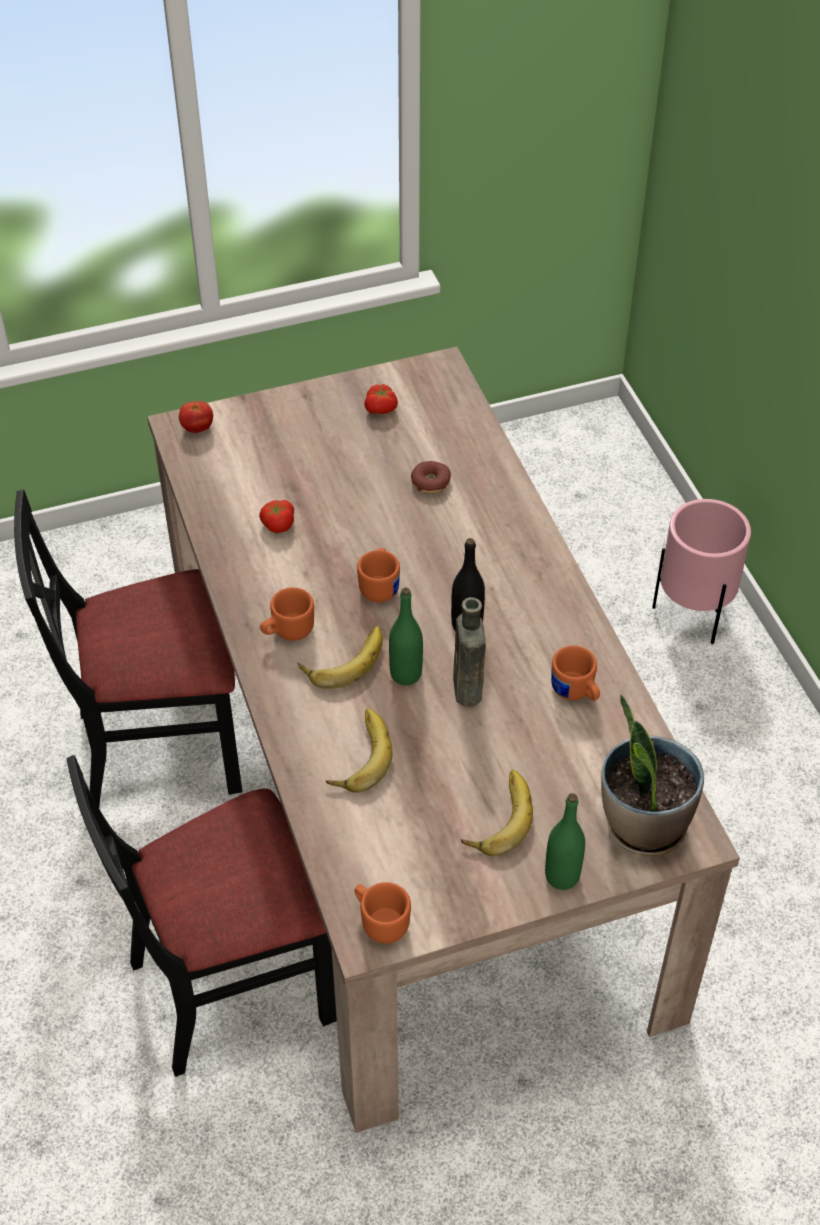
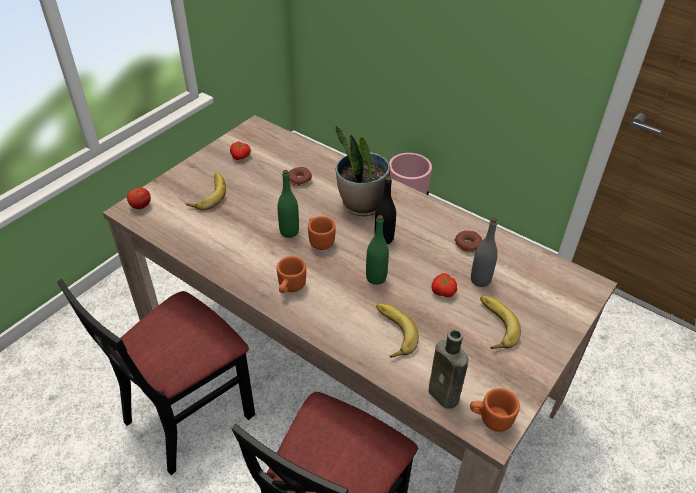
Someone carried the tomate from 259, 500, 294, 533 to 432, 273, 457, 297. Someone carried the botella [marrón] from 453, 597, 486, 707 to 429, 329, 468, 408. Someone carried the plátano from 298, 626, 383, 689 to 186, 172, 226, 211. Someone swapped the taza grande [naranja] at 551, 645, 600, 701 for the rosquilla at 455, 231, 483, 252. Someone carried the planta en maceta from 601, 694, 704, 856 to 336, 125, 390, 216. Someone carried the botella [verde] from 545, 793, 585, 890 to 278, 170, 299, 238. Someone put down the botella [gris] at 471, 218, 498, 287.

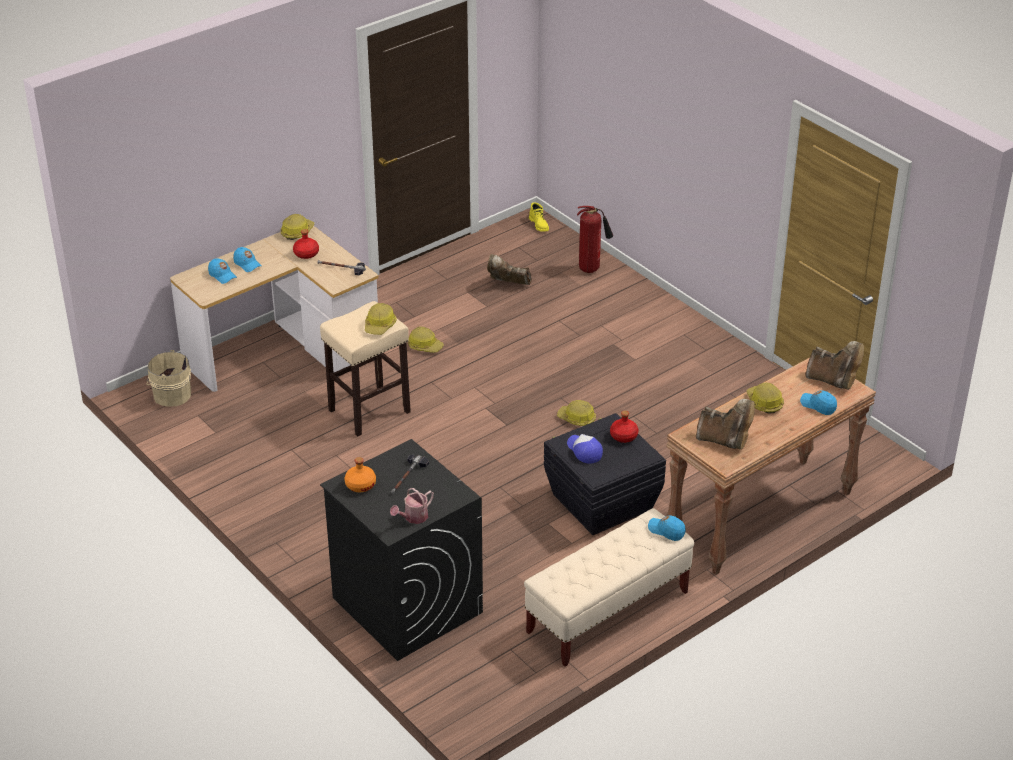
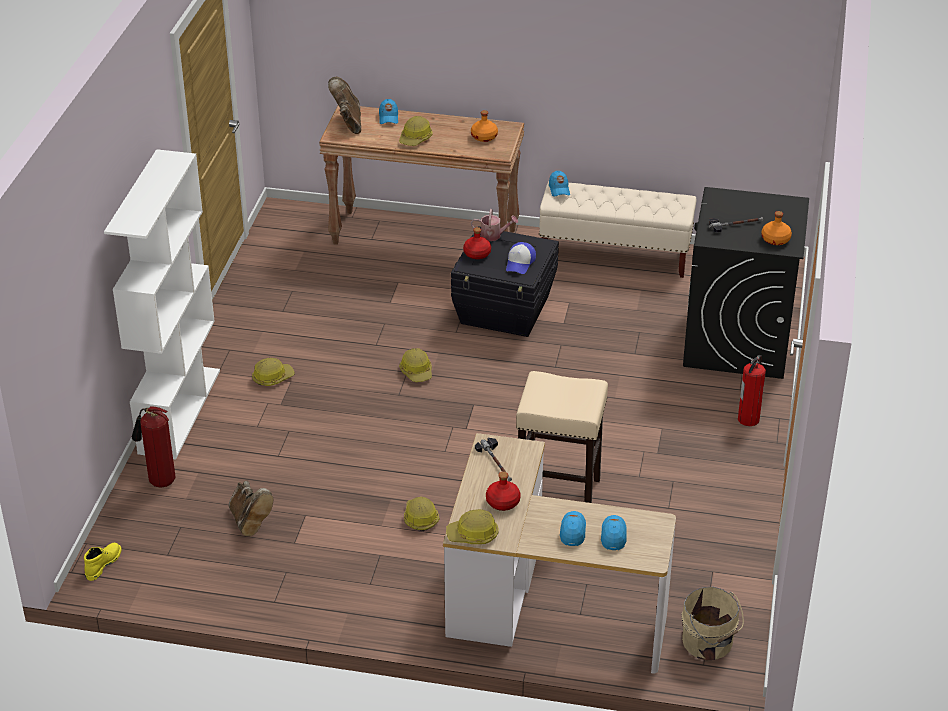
Someone carried the casco from 365, 303, 397, 335 to 252, 358, 295, 386. Someone swapped the bota [marrón] at 696, 399, 755, 450 for the botella [naranja] at 471, 110, 498, 142. Someone carried the regadera from 390, 488, 434, 524 to 471, 209, 518, 241. Someone put down the estantería [blanco] at 104, 149, 220, 460. Someone put down the extintor at 738, 355, 766, 426.

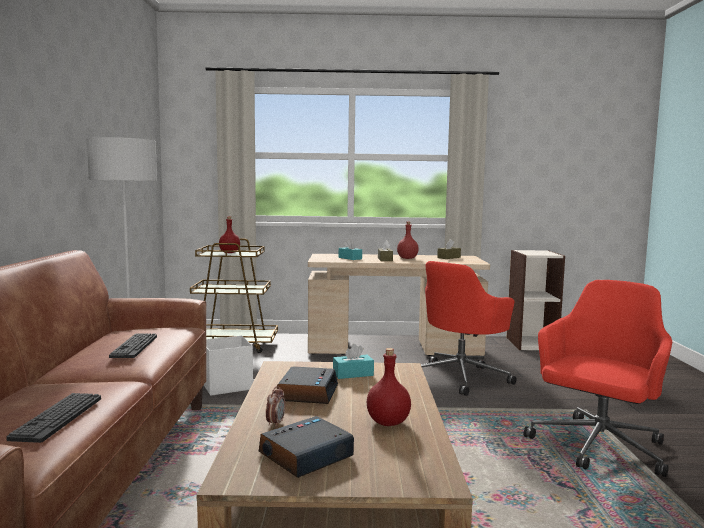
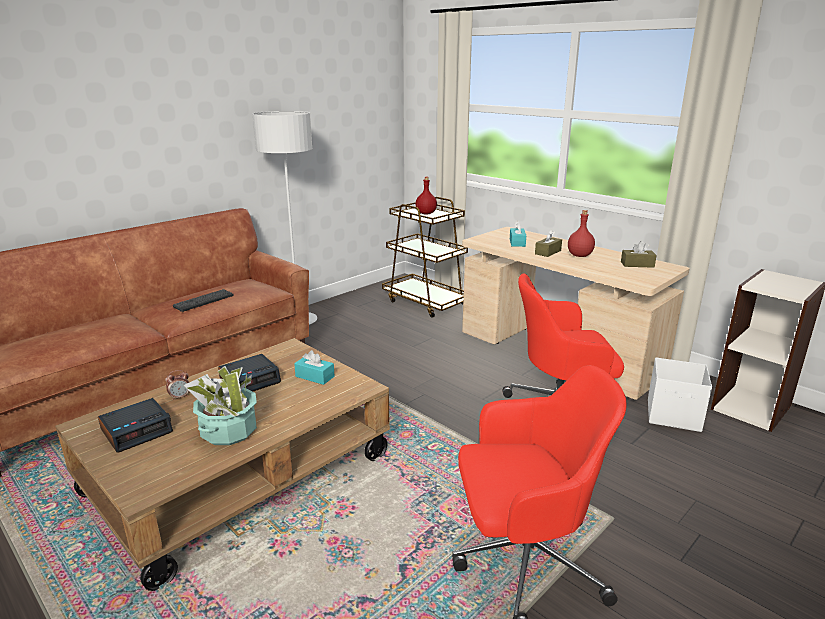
Someone carried the caja de almacenaje [blanco] from 204, 336, 253, 396 to 648, 357, 712, 432. Someone swapped the botella [rojo] at 367, 348, 411, 426 for the planta en maceta at 183, 366, 257, 445. Someone took away the teclado at 6, 393, 101, 443. Someone rotated the despertador at 259, 416, 354, 478 by 135 degrees clockwise.

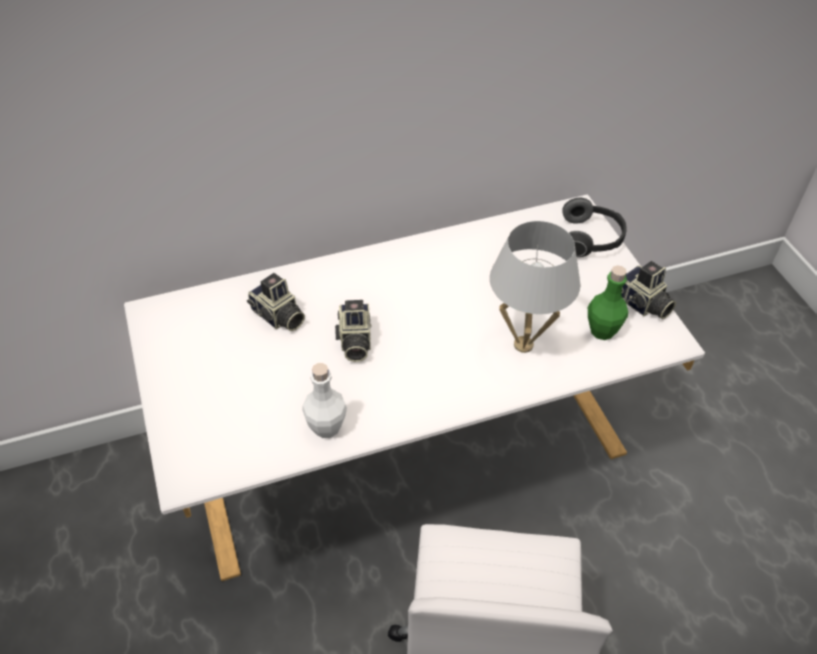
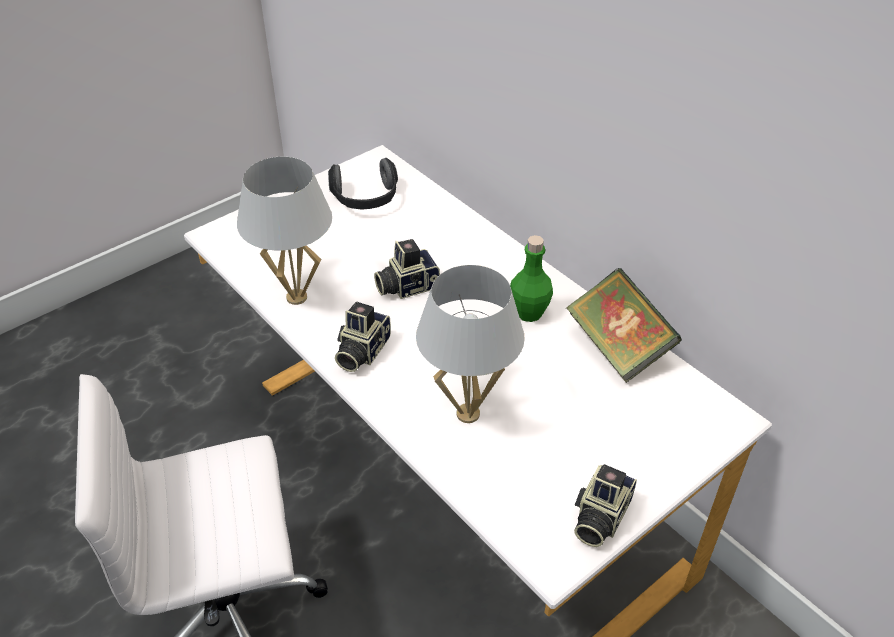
Someone carried the auriculares from 562, 198, 627, 257 to 328, 158, 398, 209. Someone carried the botella [verde] from 588, 265, 628, 340 to 510, 235, 553, 322. Someone carried the cámara from 247, 273, 305, 331 to 335, 302, 391, 372. Someone swapped the botella [blanco] at 302, 363, 347, 438 for the lámpara de mesa [blanco] at 237, 157, 332, 305. Someone put down the libro at 566, 268, 682, 383.

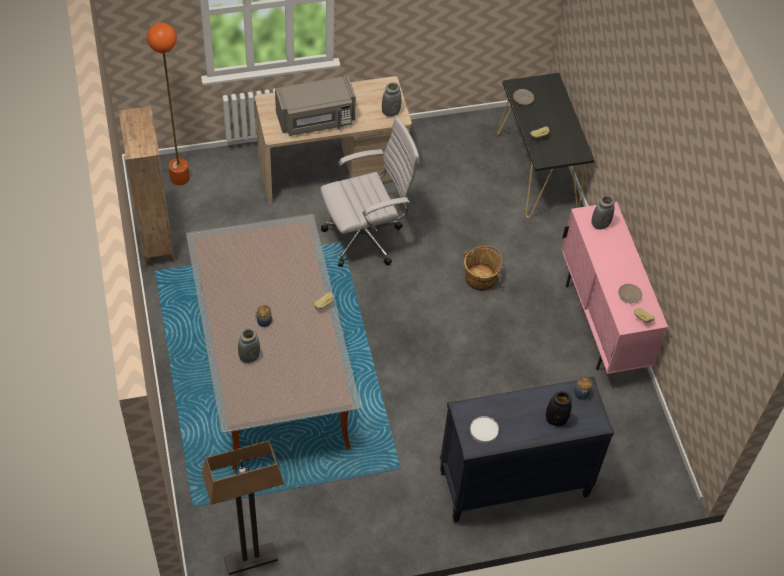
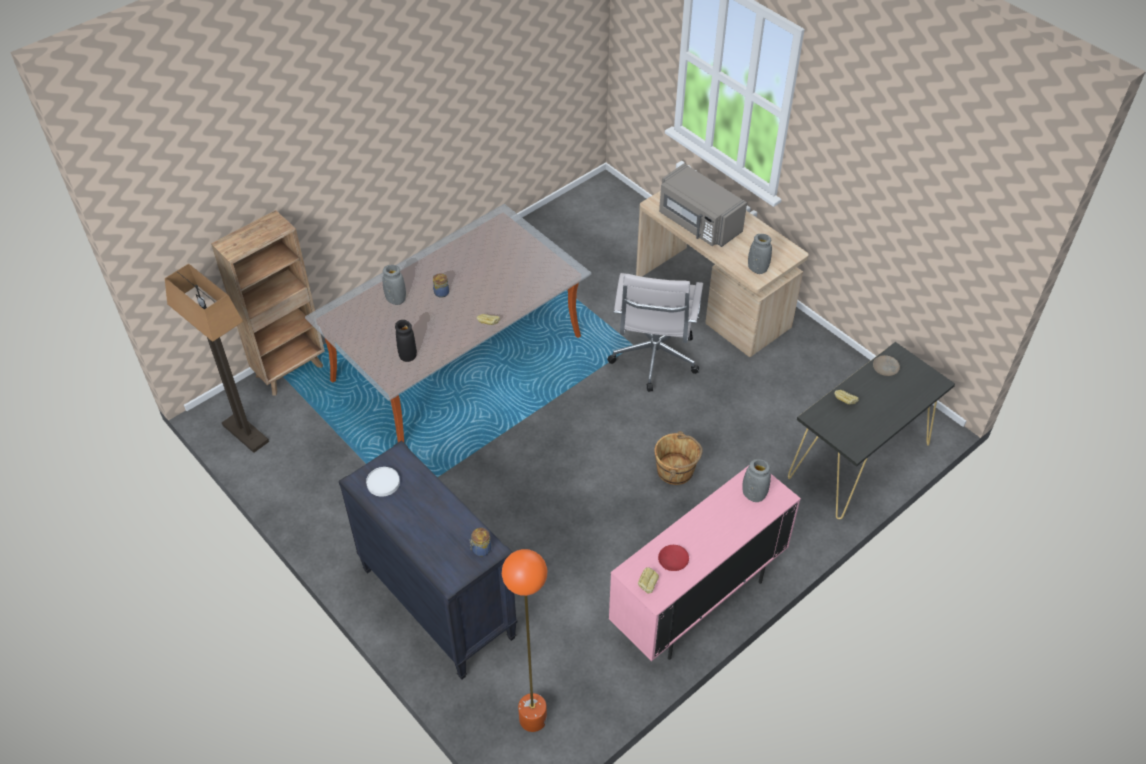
Someone carried the lámpara de pie [naranja] from 147, 23, 190, 185 to 502, 549, 548, 732. Someone carried the estantería [marrón] from 119, 106, 176, 266 to 211, 210, 325, 396. Someone rotated the silla de oficina [blanco] at 320, 117, 420, 267 by 60 degrees clockwise. Someone repainted the plato [beis] at 618, 284, 642, 303, which became the plato [rojo] at 658, 545, 689, 571. Someone carried the florero [negro] from 546, 391, 572, 426 to 395, 320, 417, 362.

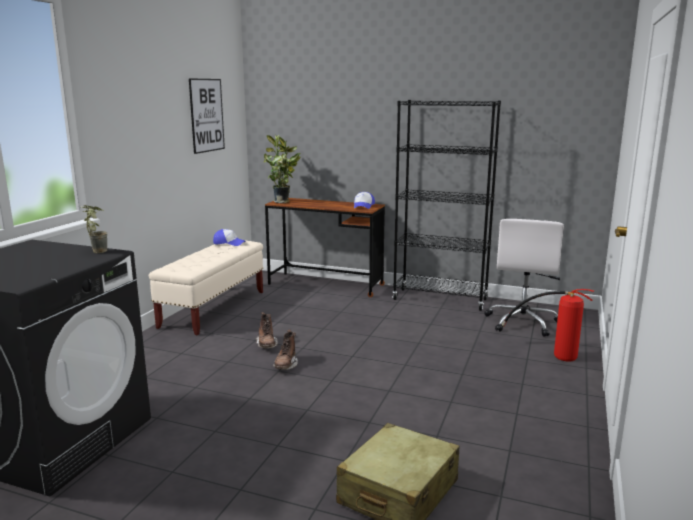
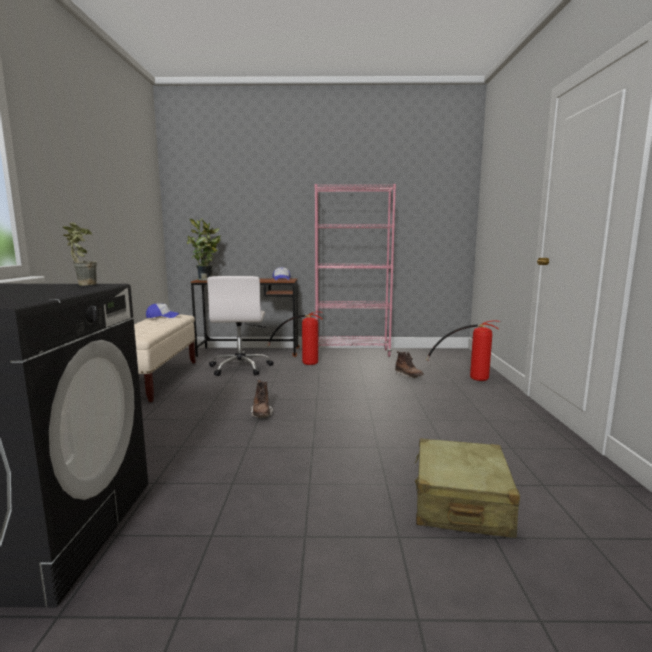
Someone took away the cuadro at 189, 78, 225, 154. Someone repainted the estantería [negro] at 392, 100, 501, 311, which became the estantería [rosa] at 315, 184, 396, 357. Someone carried the silla de oficina [blanco] from 484, 219, 564, 337 to 207, 276, 274, 376. Someone carried the bota [marrón] from 255, 312, 278, 349 to 395, 351, 424, 378. Someone put down the extintor at 267, 311, 323, 365.

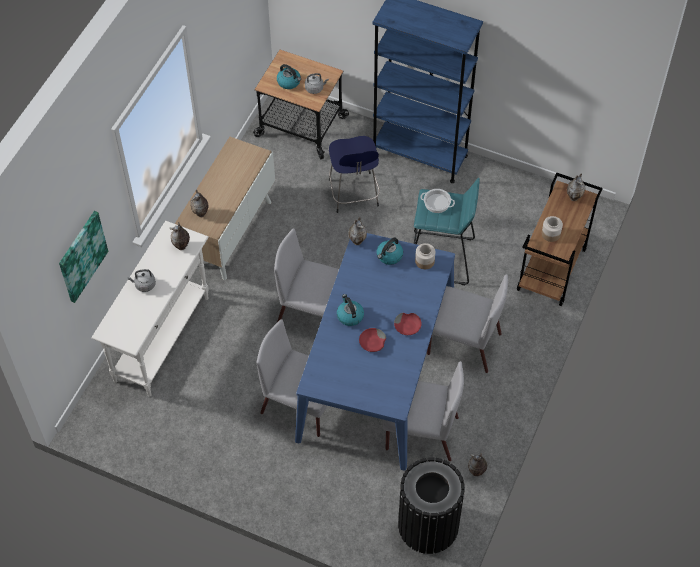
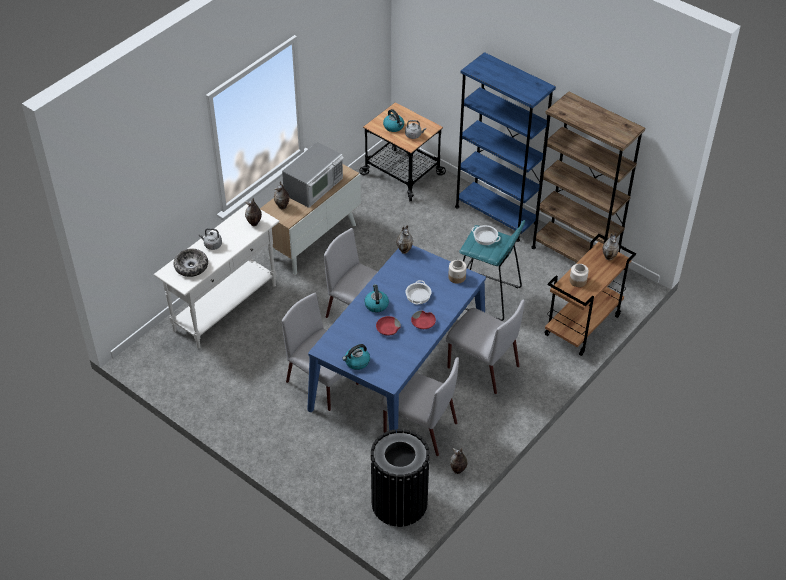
Someone took away the taburete [azul] at 329, 136, 380, 213. Someone took away the cuadro at 59, 211, 108, 303. Someone carried the hervidor from 377, 238, 403, 265 to 342, 344, 370, 370. Someone put down the estantería [marrón] at 531, 92, 645, 263. Someone put down the microondas at 282, 142, 344, 208. Someone put down the cuenco at 173, 249, 208, 277. Someone put down the olla at 406, 280, 431, 304.

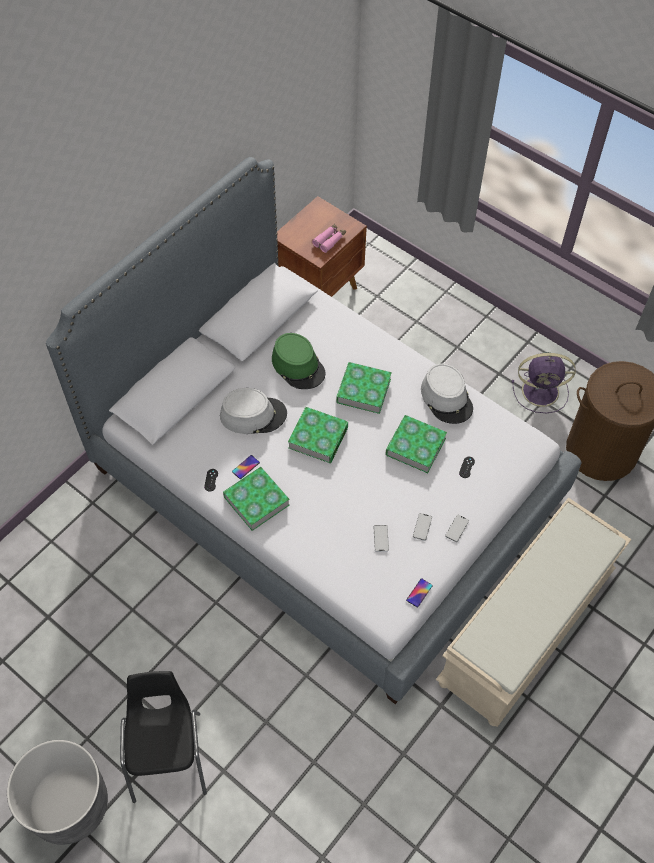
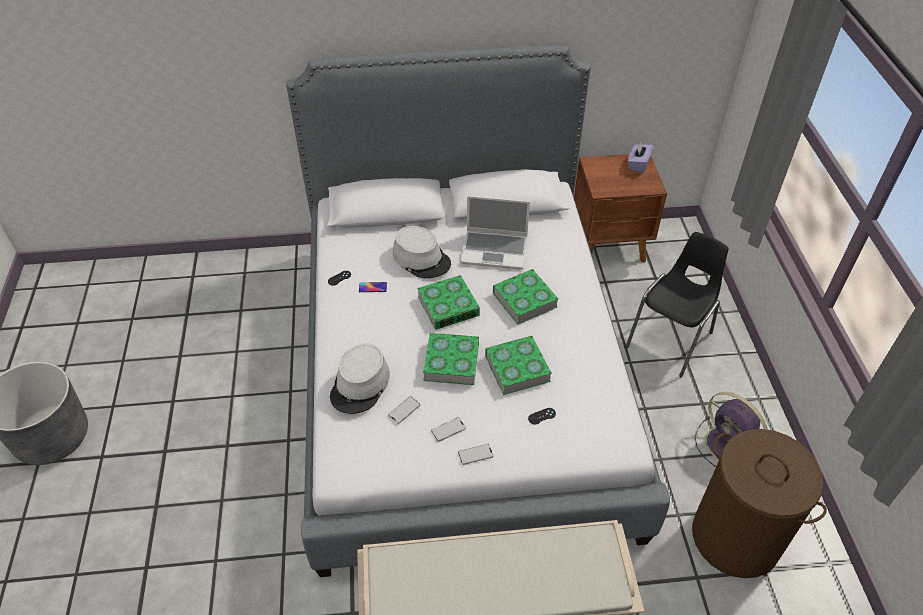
Someone took away the prismáticos [rosa] at 312, 224, 346, 253. Someone swapped the sombrero [verde] at 272, 333, 326, 389 for the portátil at 461, 196, 530, 270. Someone carried the sombrero [gris] from 421, 364, 473, 424 to 330, 344, 390, 414. Someone carried the libro from 223, 467, 290, 531 to 423, 333, 479, 385. Someone took away the móvil at 406, 578, 433, 607. Someone carried the silla [negro] from 120, 671, 207, 803 to 626, 232, 728, 378. Someone put down the caja de pañuelos [morado] at 628, 142, 654, 173.

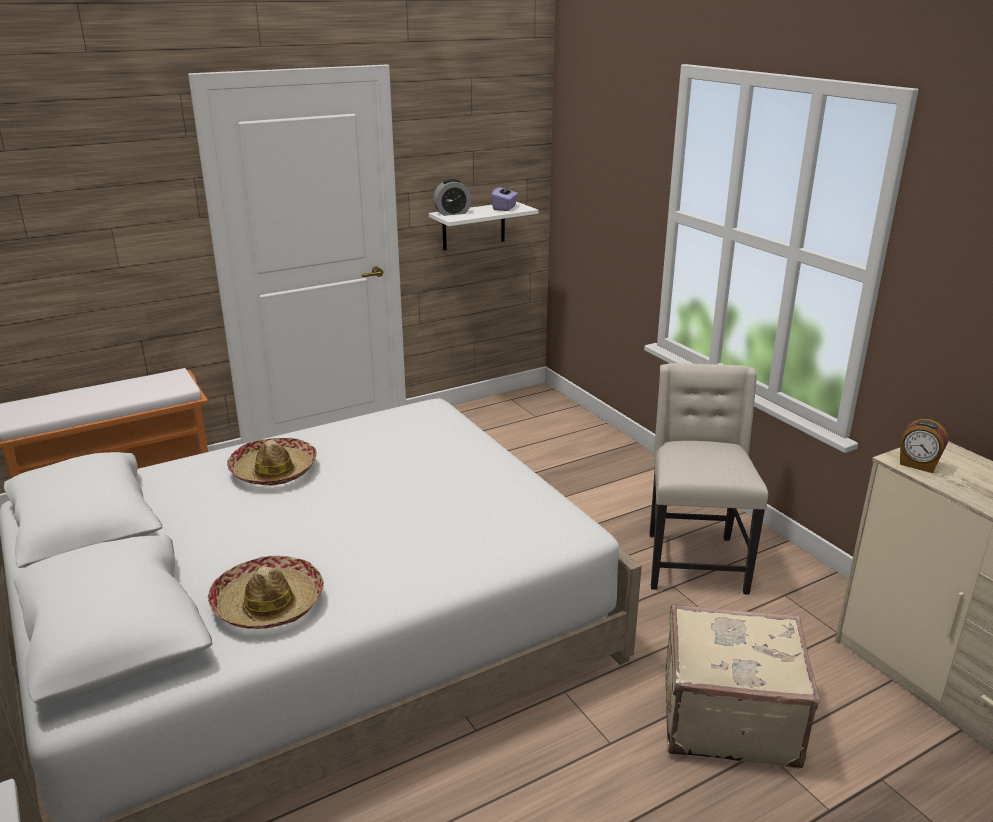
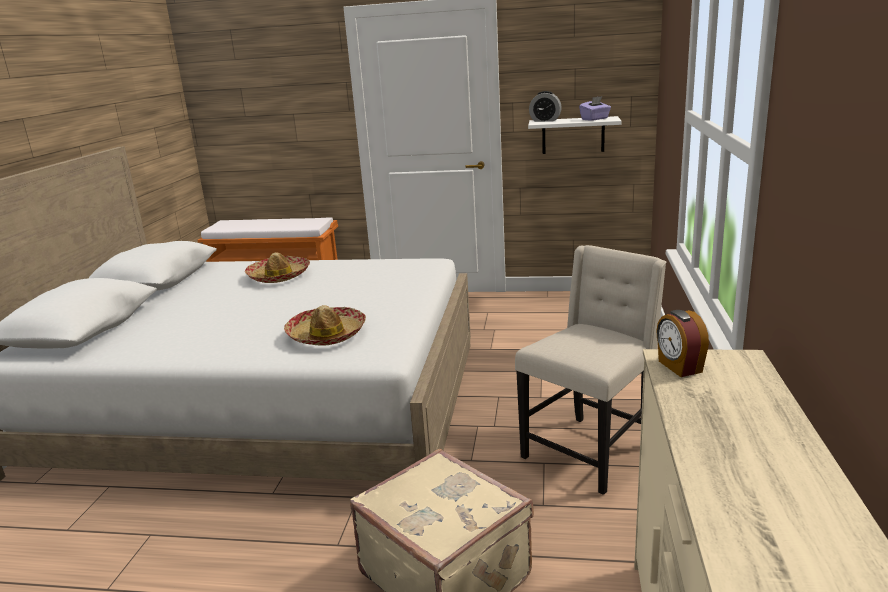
Someone carried the sombrero from 208, 556, 324, 629 to 284, 305, 366, 345.

